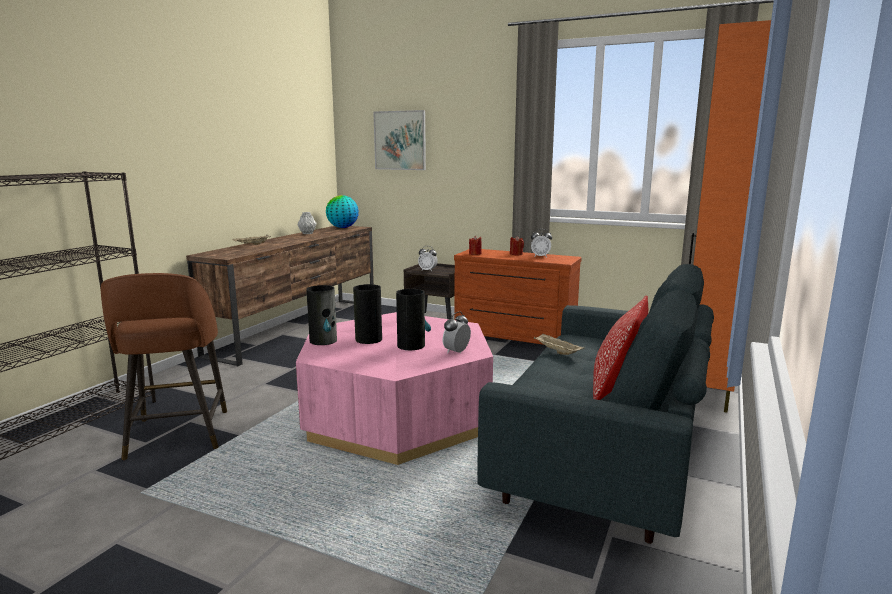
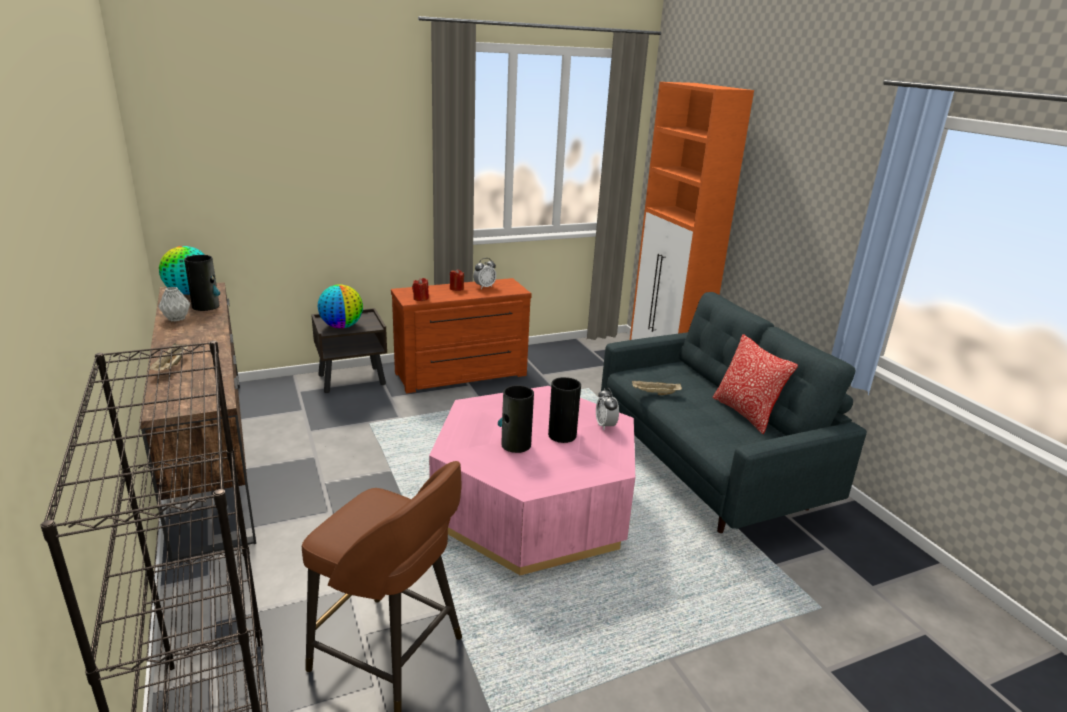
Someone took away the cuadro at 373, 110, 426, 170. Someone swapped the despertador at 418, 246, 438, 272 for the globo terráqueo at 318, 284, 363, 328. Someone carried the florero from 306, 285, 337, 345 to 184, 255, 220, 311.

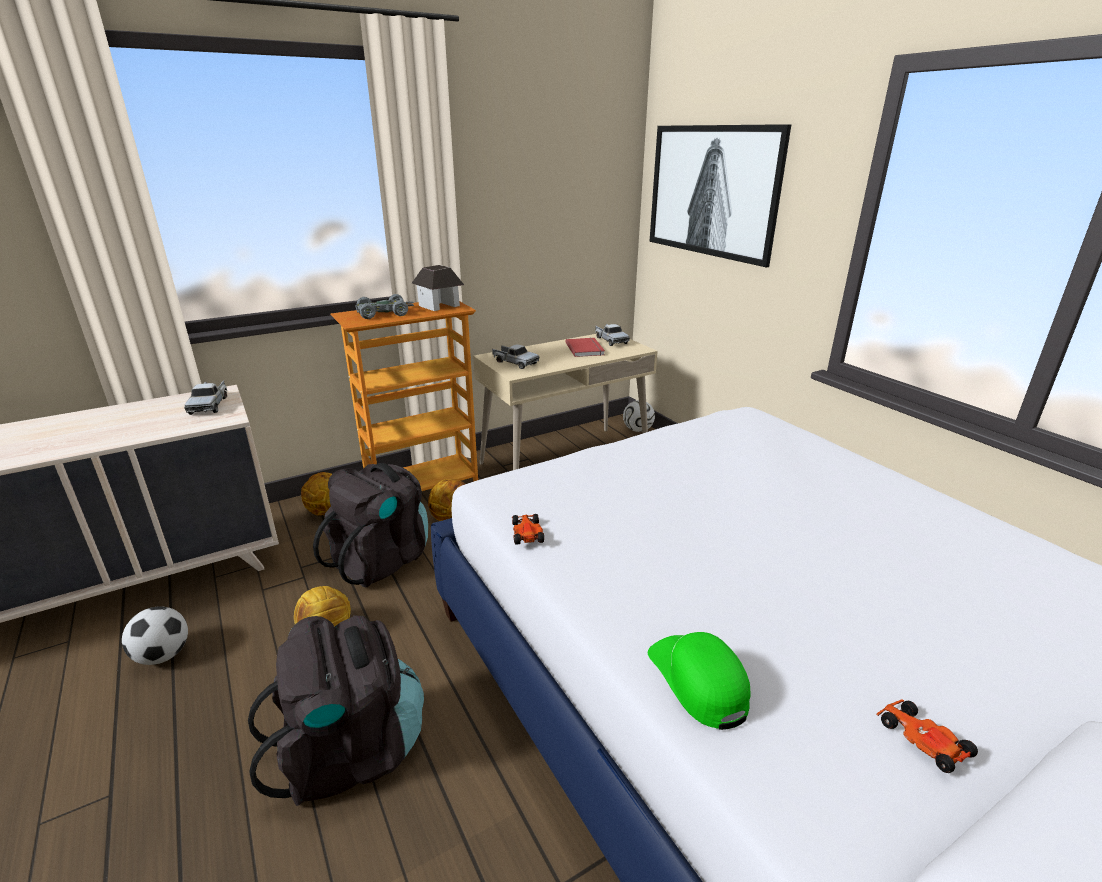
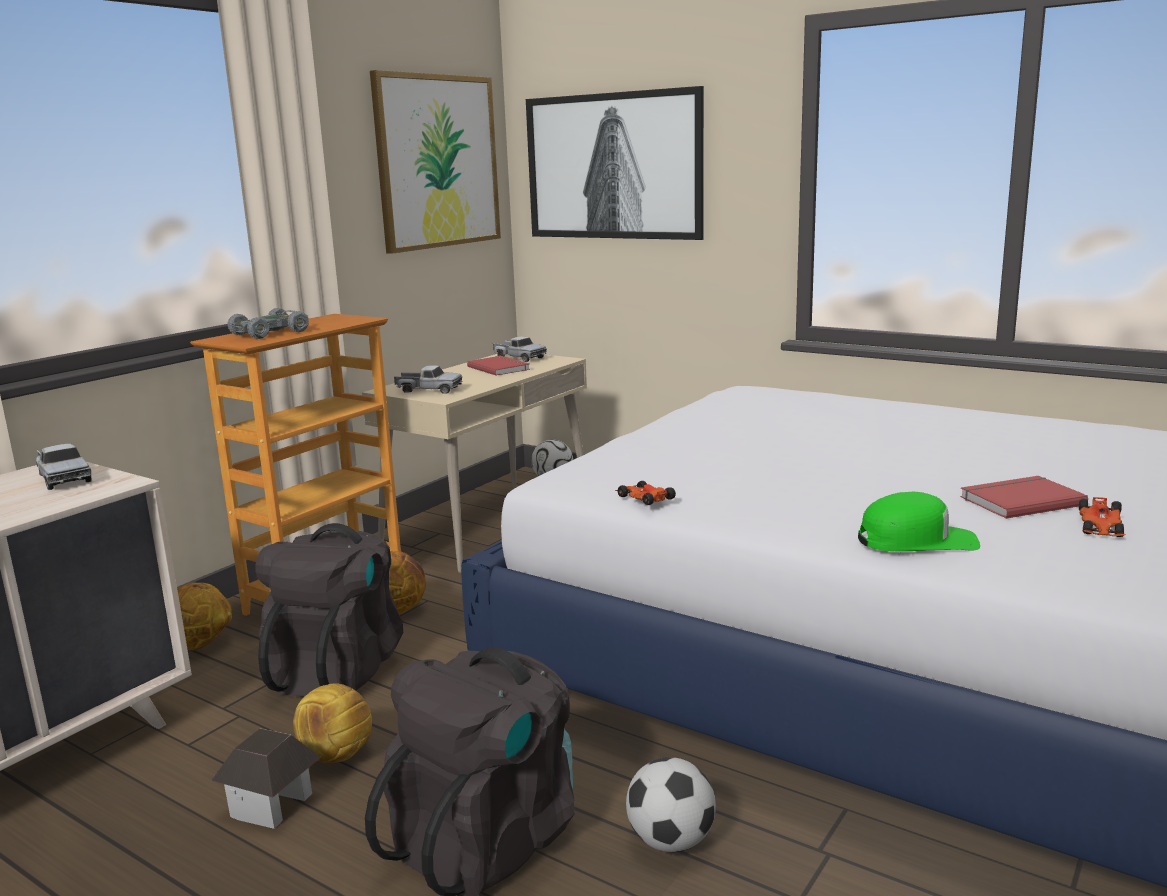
Someone carried the casita from 412, 265, 464, 311 to 211, 729, 321, 829. Someone carried the balón de fútbol from 122, 606, 188, 665 to 626, 757, 716, 852. Someone rotated the gorra [verde] at 648, 632, 750, 730 by 135 degrees clockwise. Someone rotated the coche de juguete at 876, 699, 978, 773 by 105 degrees counterclockwise. Someone put up the cuadro at 370, 70, 501, 254. Someone put down the libro [rojo] at 960, 476, 1088, 519.

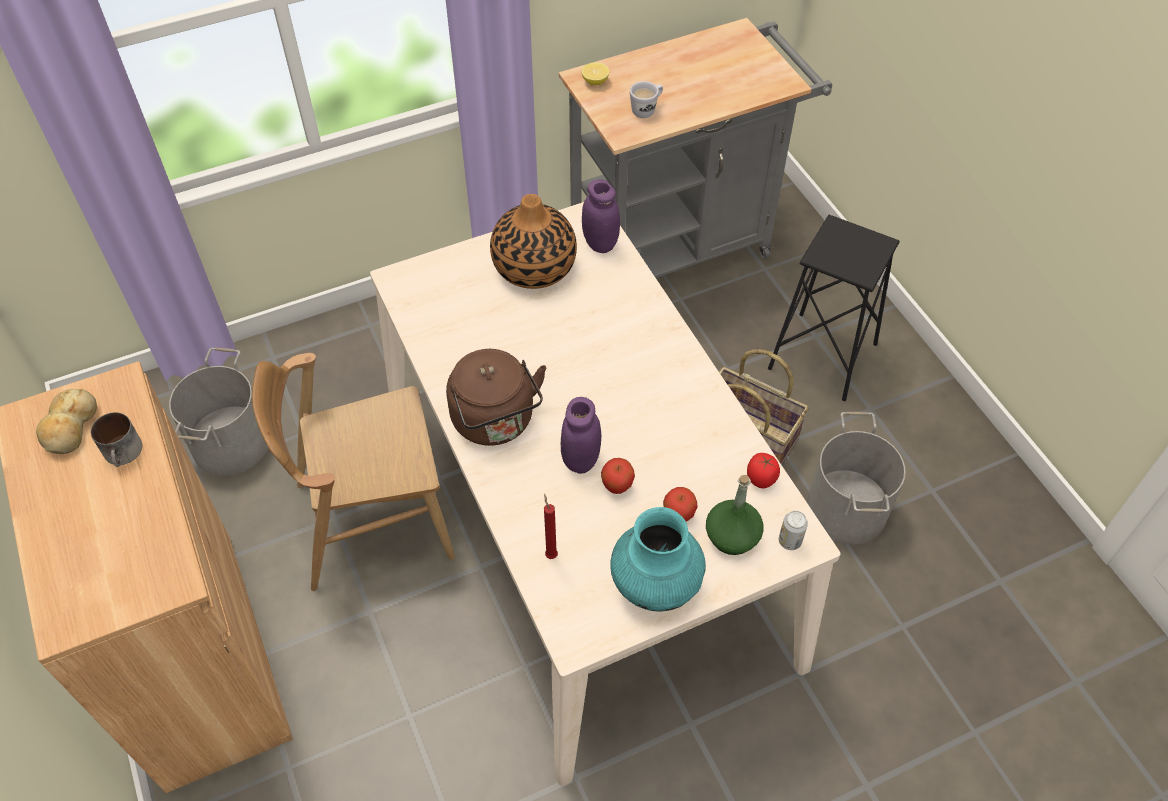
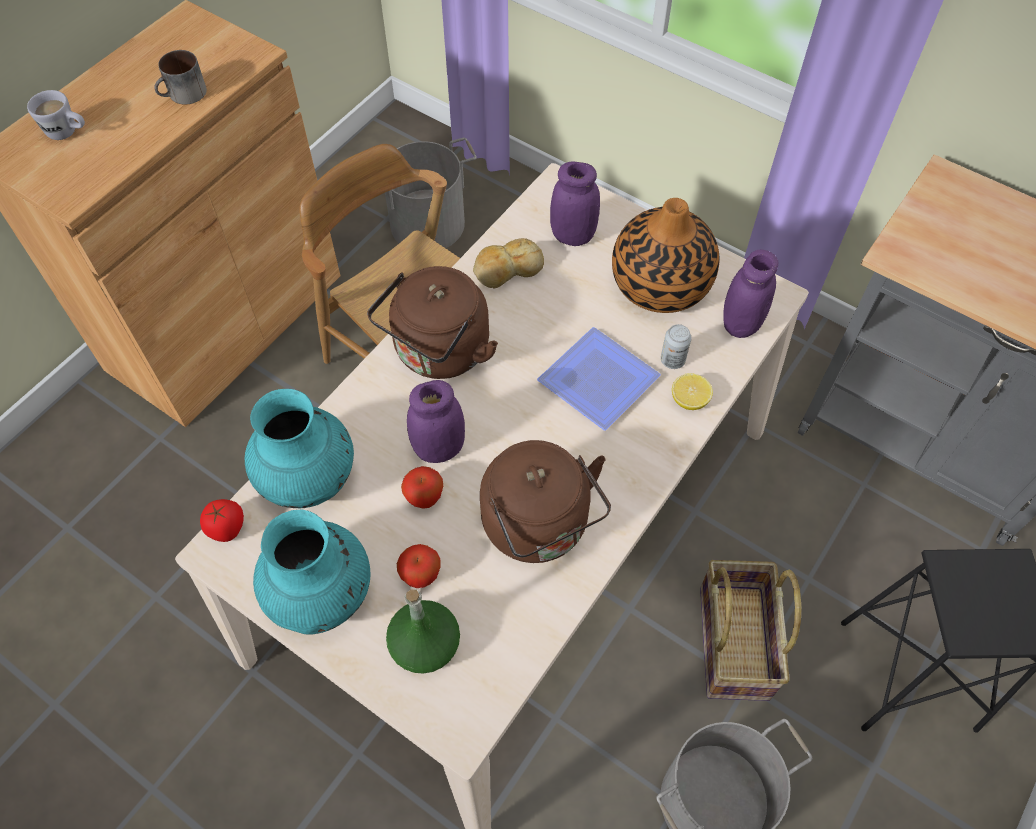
Someone carried the limón from 582, 62, 609, 85 to 672, 373, 713, 410. Someone carried the taza grande [blanco] from 630, 81, 663, 118 to 27, 90, 85, 140. Someone carried the pan from 36, 389, 97, 454 to 473, 238, 544, 288. Someone carried the tomate from 747, 453, 780, 488 to 200, 499, 244, 542. Someone swapped the vela [rojo] at 544, 494, 558, 559 for the florero [turquesa] at 245, 389, 354, 508. Someone carried the lata from 779, 511, 808, 550 to 661, 324, 692, 369. Someone put down the tarro [morado] at 550, 162, 600, 246. Someone put down the plato at 537, 327, 661, 431. Someone put down the hervidor [marrón] at 480, 440, 611, 563.

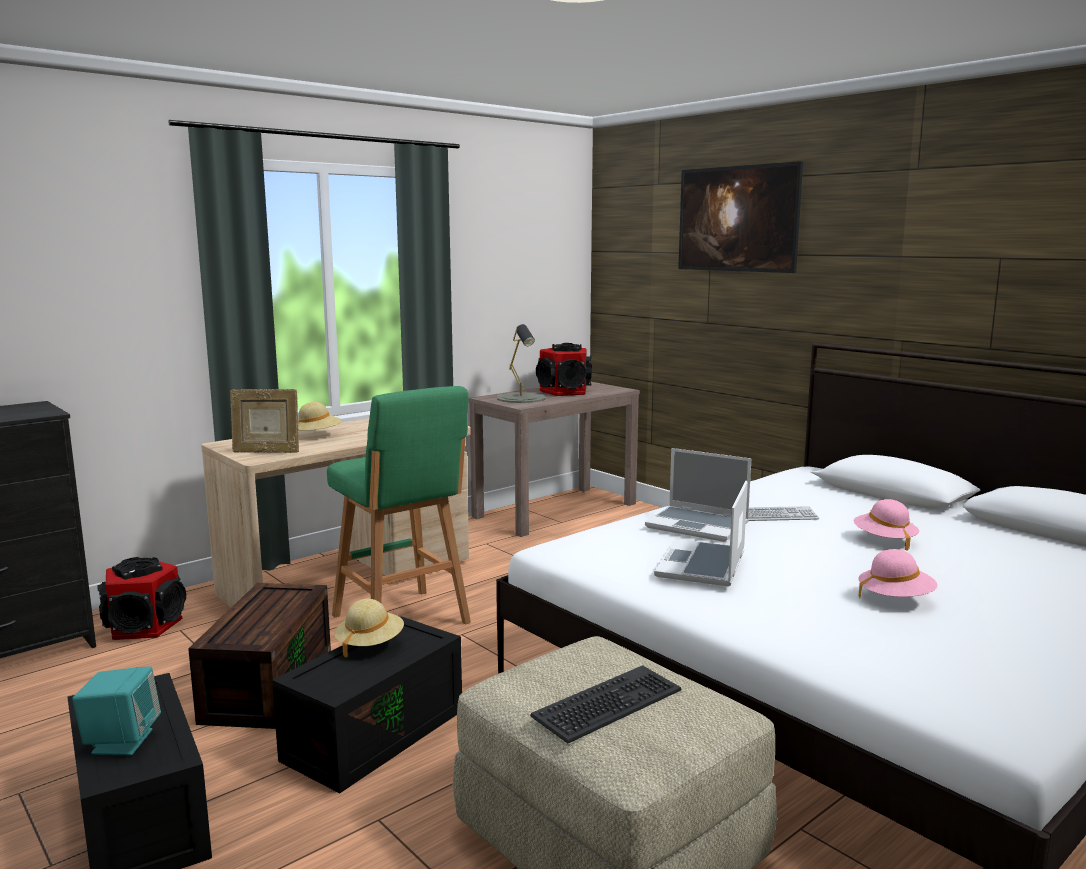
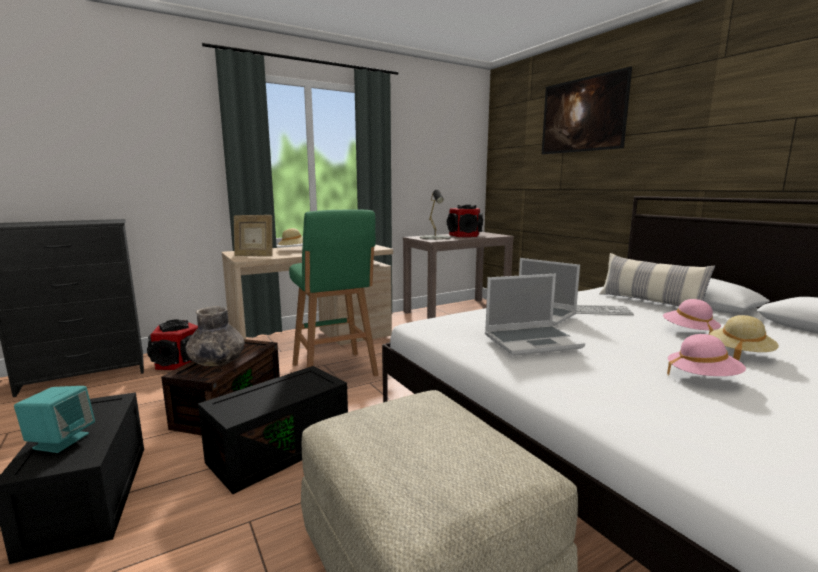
Someone rotated the portátil at 654, 481, 748, 587 by 135 degrees counterclockwise. Someone carried the sombrero [beis] from 334, 599, 404, 658 to 709, 315, 779, 360. Someone took away the teclado at 530, 665, 682, 743. Someone put down the cojín at 599, 253, 715, 307. Someone put down the florero [gris] at 185, 306, 245, 366.

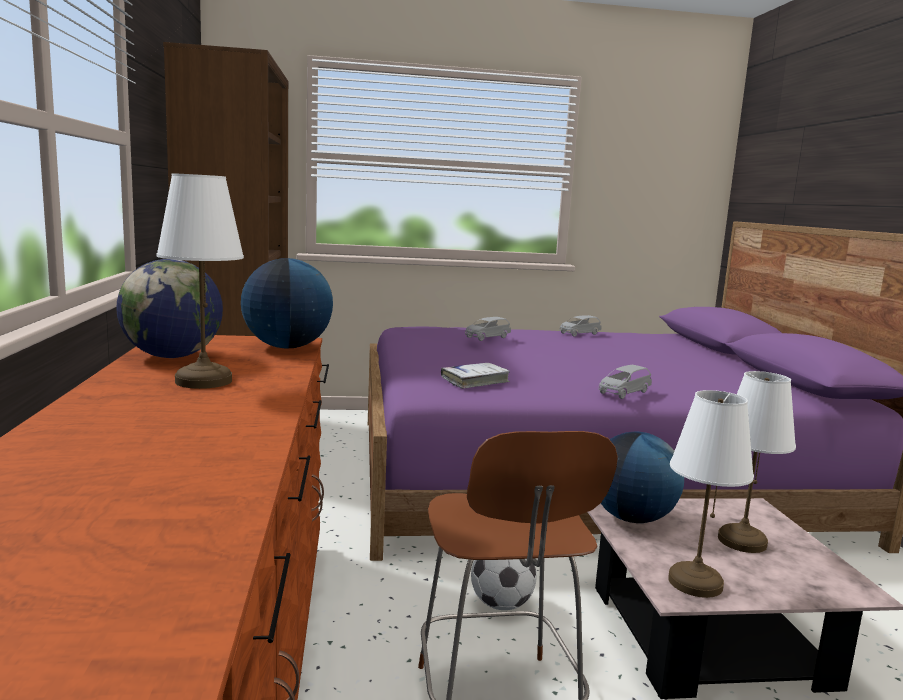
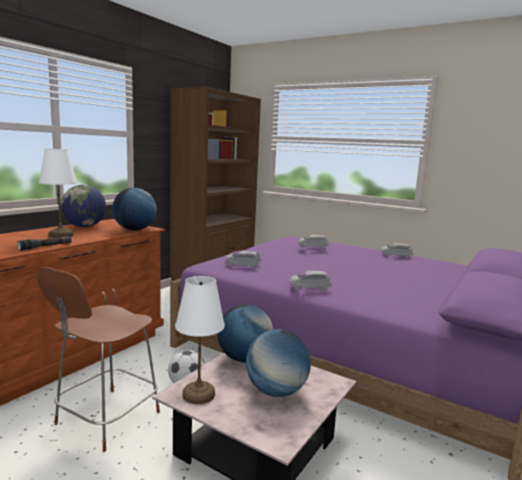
Someone swapped the libro [blanco] at 441, 363, 510, 389 for the coche de juguete [gris] at 225, 251, 261, 268. Someone swapped the lámpara de mesa [blanco] at 718, 371, 796, 553 for the globo terráqueo at 246, 329, 311, 397. Someone put down the linterna [negro] at 17, 236, 72, 251.

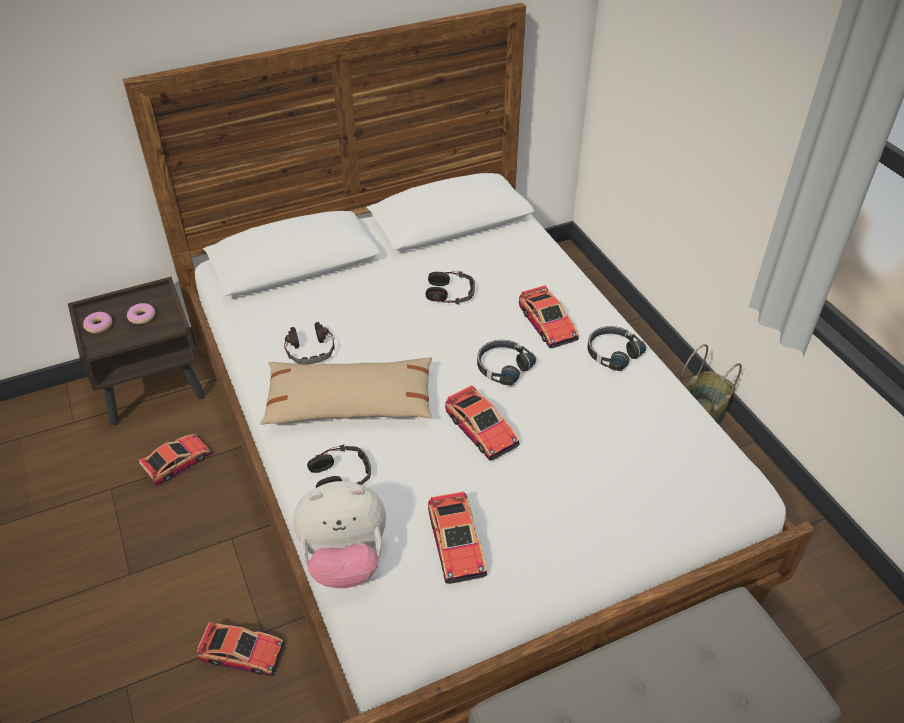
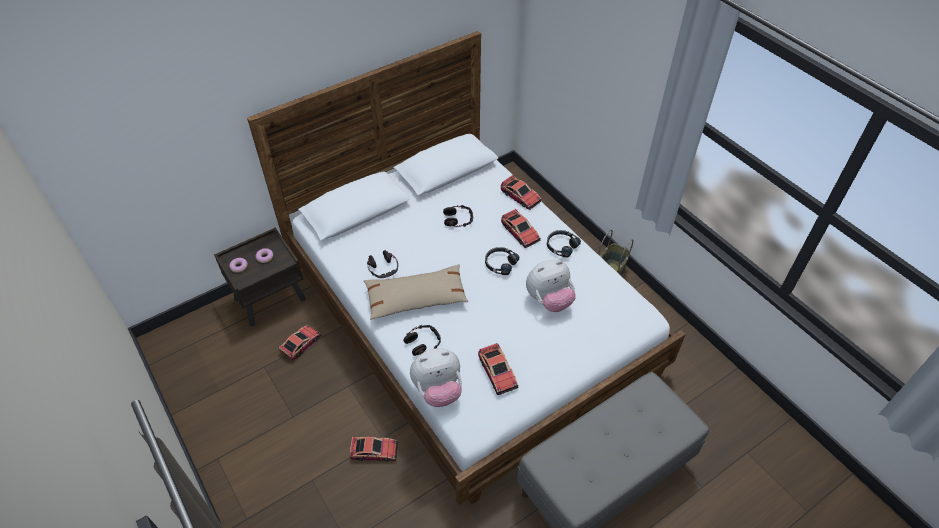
Someone carried the coche de juguete from 445, 385, 520, 460 to 501, 175, 542, 210. Someone put down the peluche at 526, 260, 576, 312.

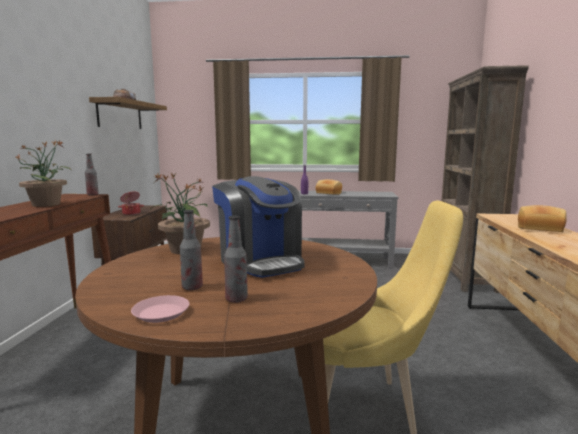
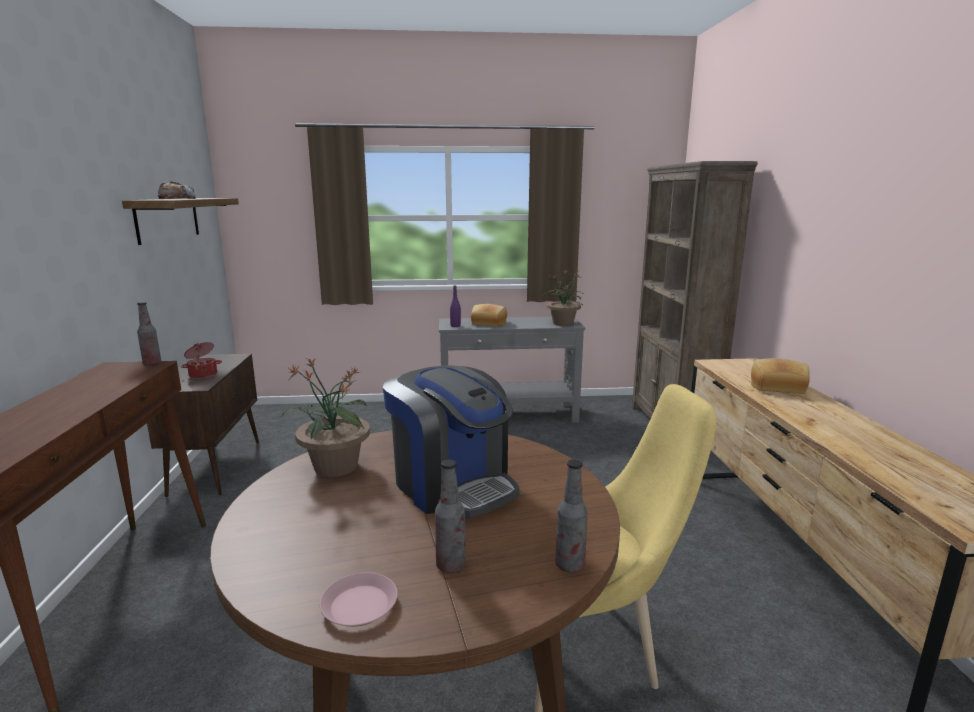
Someone carried the planta en maceta from 15, 140, 71, 207 to 545, 270, 583, 326. Someone carried the botella from 180, 210, 203, 290 to 555, 459, 588, 573.

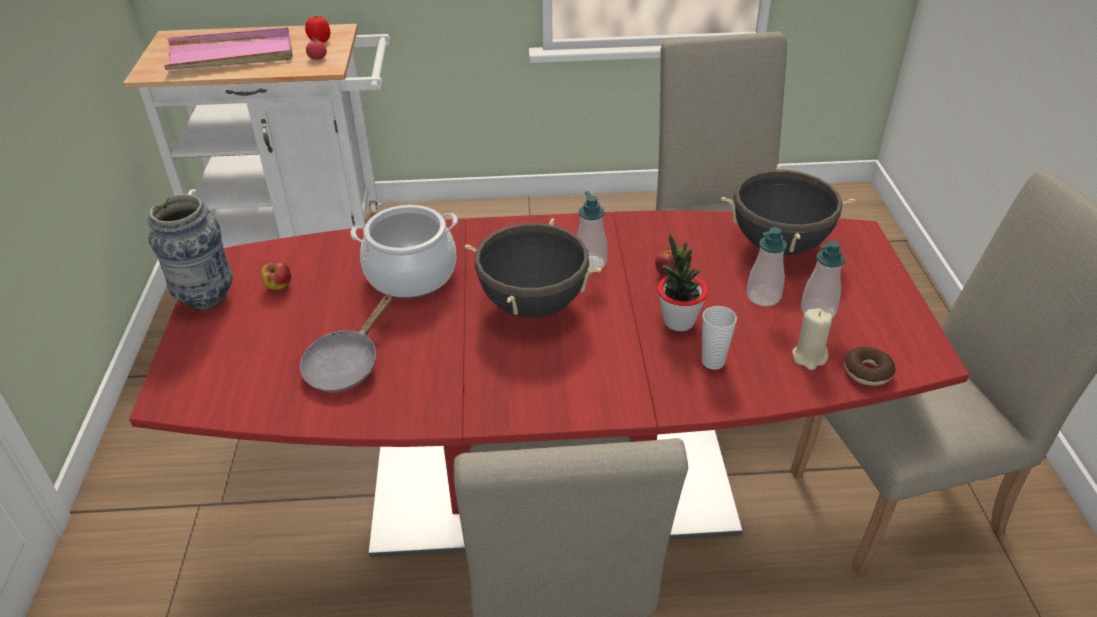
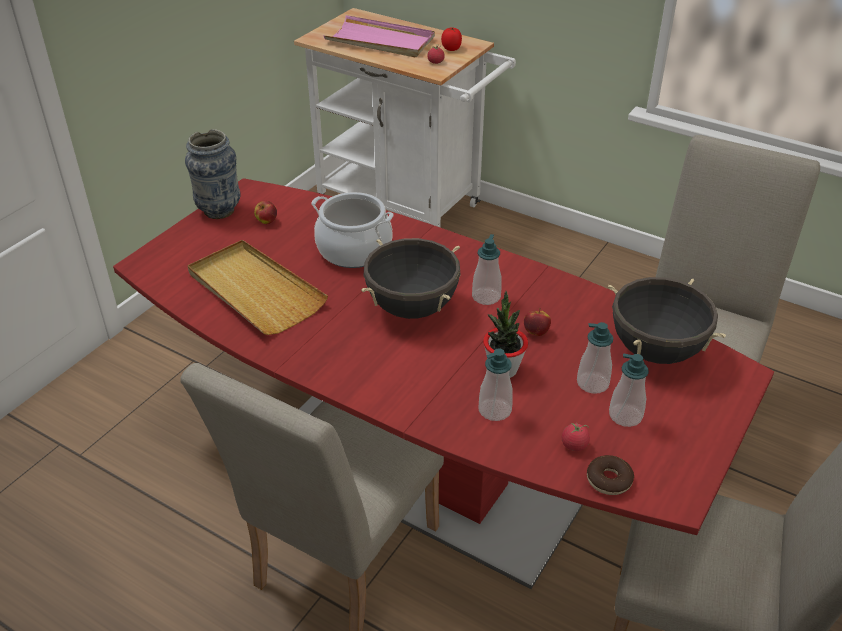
Someone swapped the sartén [gris] at 300, 294, 392, 393 for the bandeja [beis] at 187, 240, 328, 335. Someone swapped the taza at 702, 306, 737, 370 for the dispensador de jabón at 478, 348, 513, 421. Someone swapped the vela [beis] at 792, 308, 832, 370 for the tomate at 562, 422, 590, 451.

